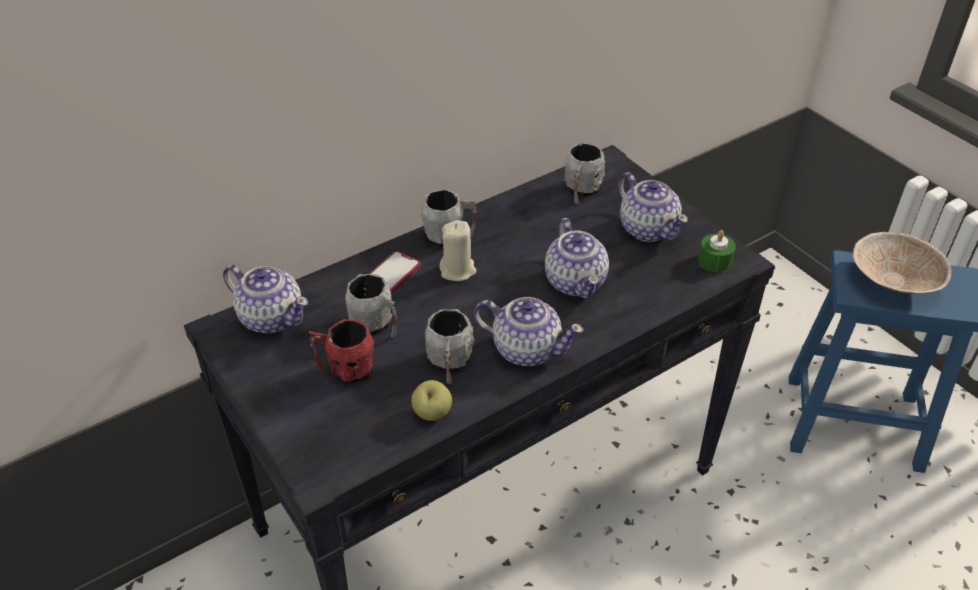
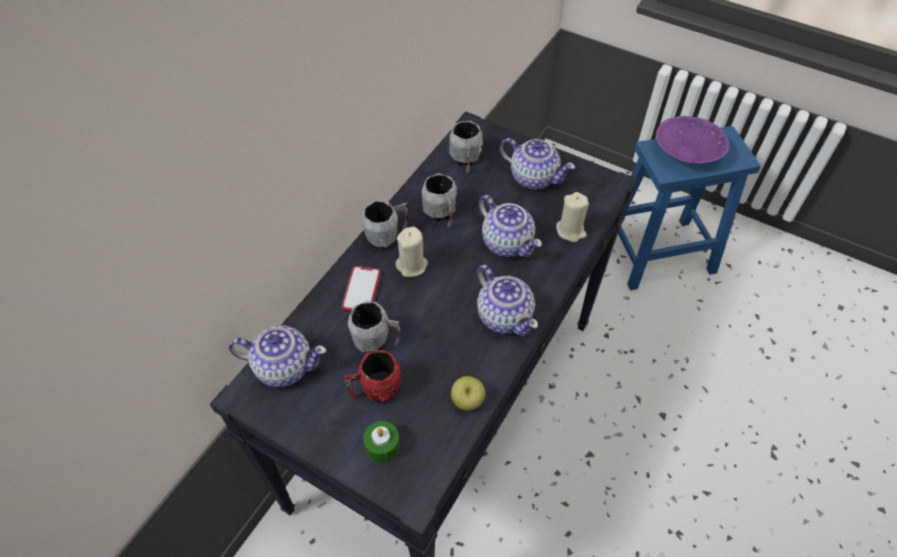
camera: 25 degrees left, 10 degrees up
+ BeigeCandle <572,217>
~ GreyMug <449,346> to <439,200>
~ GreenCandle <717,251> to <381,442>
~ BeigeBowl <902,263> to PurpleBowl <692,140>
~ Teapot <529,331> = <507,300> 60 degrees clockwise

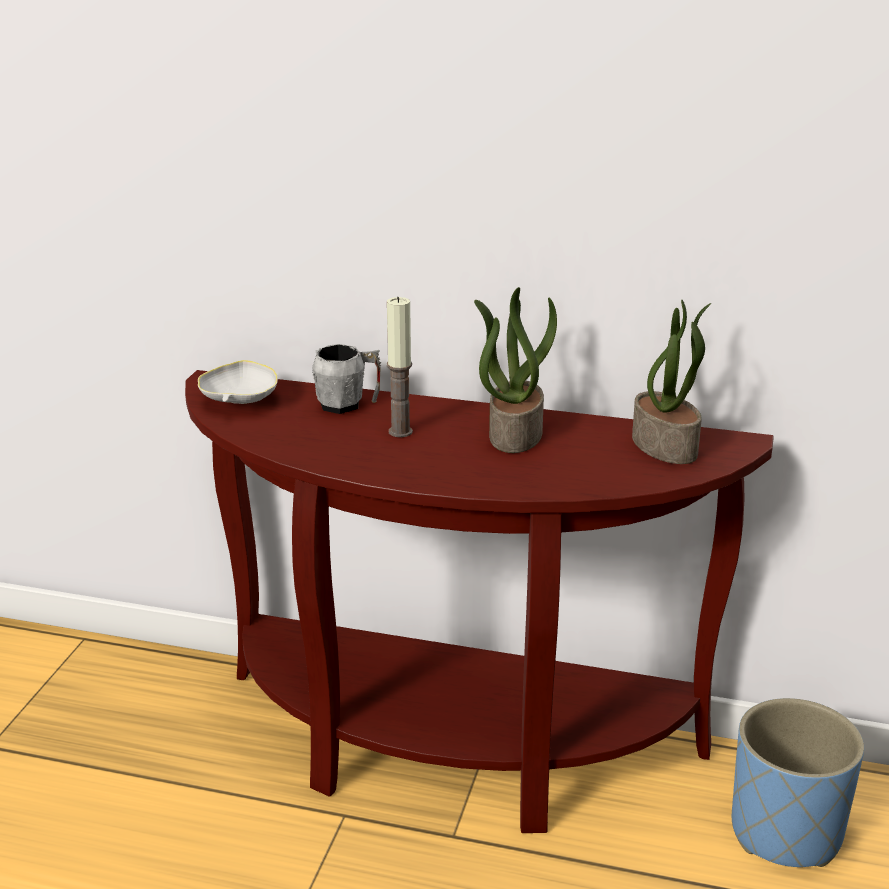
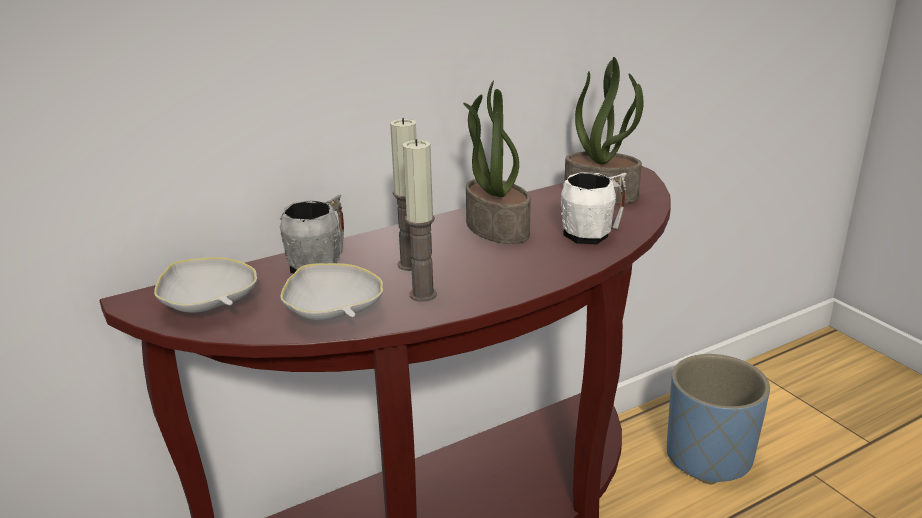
camera: 45 degrees left, 0 degrees up
+ WhiteBowl <332,291>
+ Candle <420,220>
+ WhiteMug <594,208>

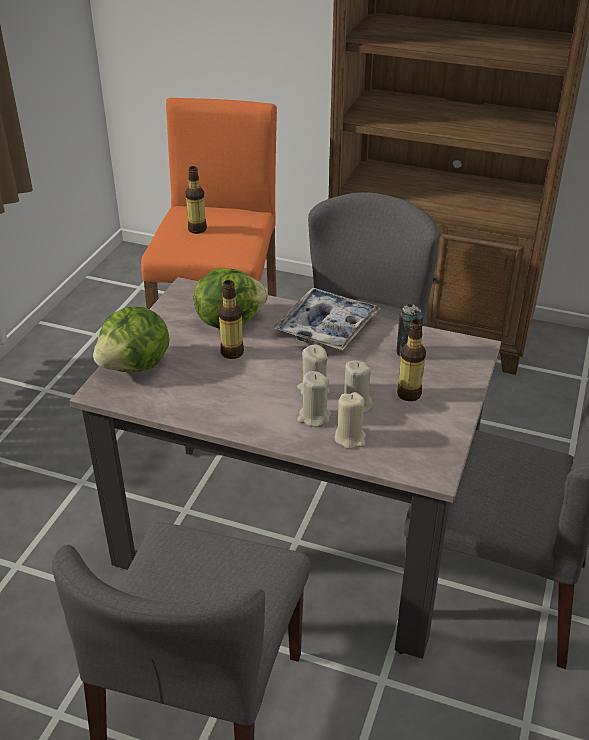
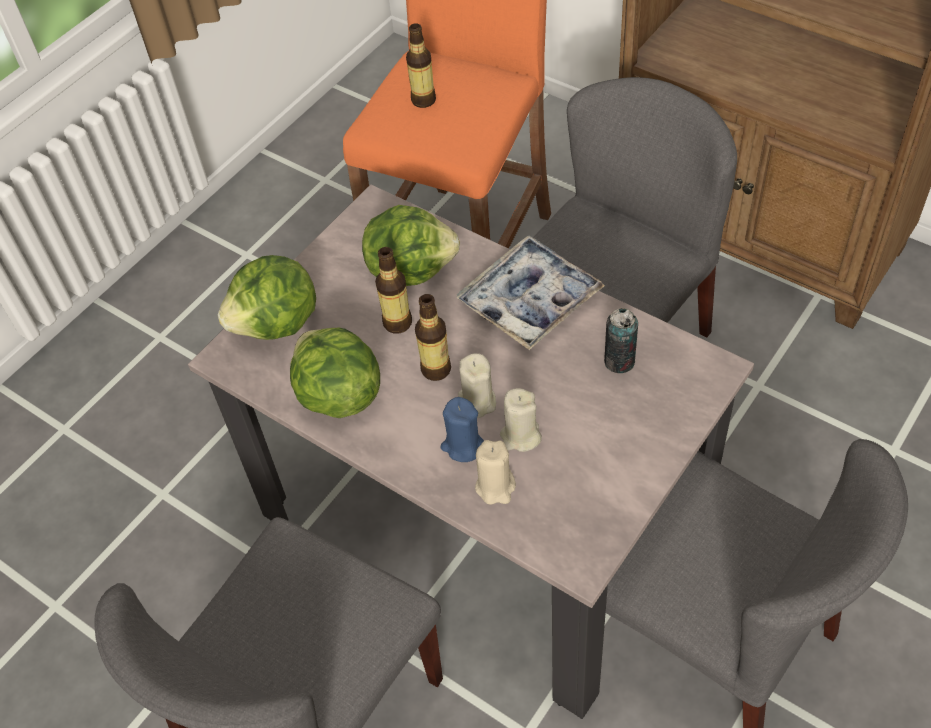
camera: 20 degrees right, 15 degrees up
+ Lettuce <335,373>
~ Bottle <411,360> to <433,337>
~ BeigeCandle <314,399> to BlueCandle <462,429>

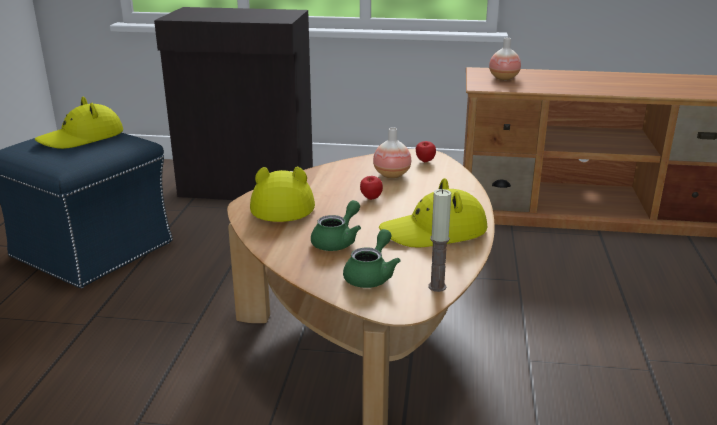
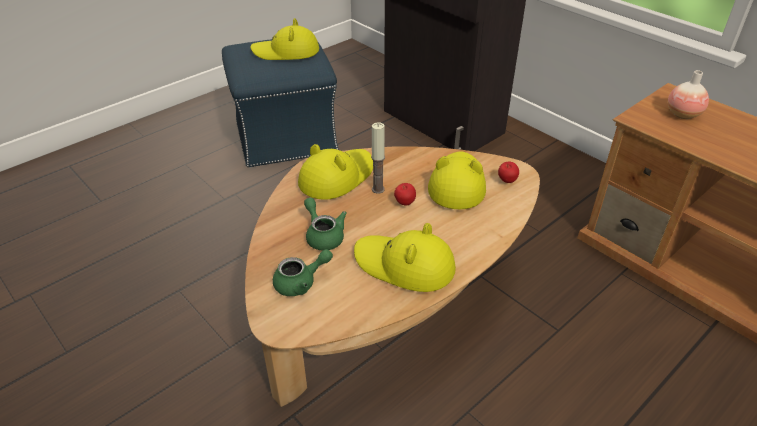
camera: 40 degrees right, 15 degrees up
~ Candle <439,240> to <378,158>
~ Vase <392,152> to YellowHat <457,180>
~ GreenTeapot <336,225> = <325,224> 105 degrees counterclockwise

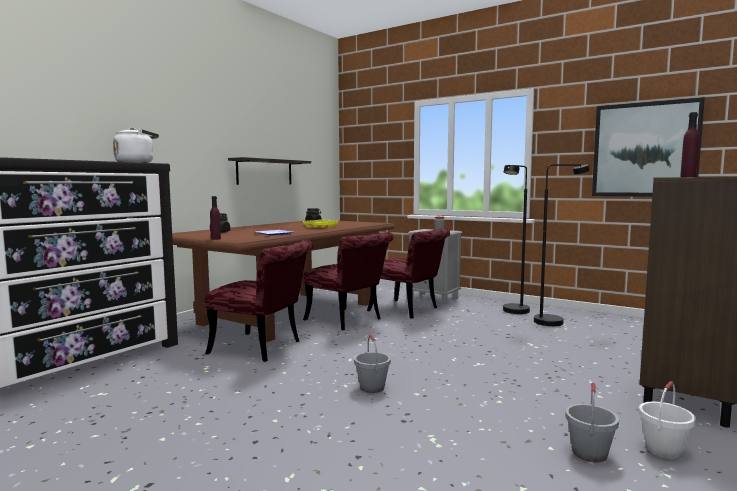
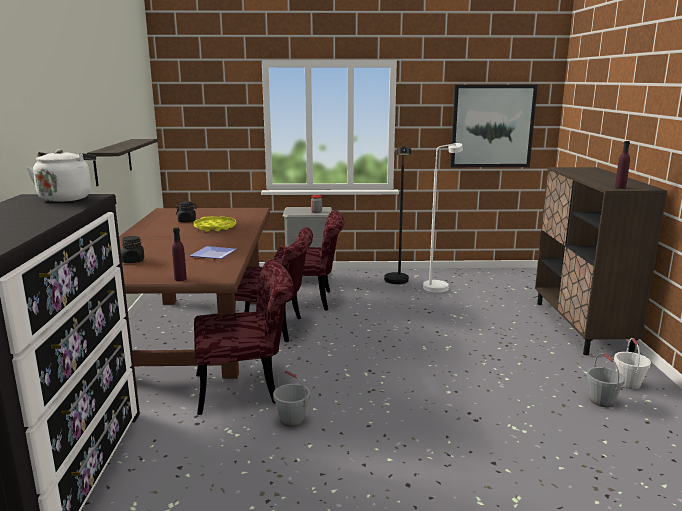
camera: 35 degrees left, 10 degrees up
~ GreyBucket <372,363> to <291,398>
~ BlackFloorLamp <562,245> to WhiteFloorLamp <443,218>

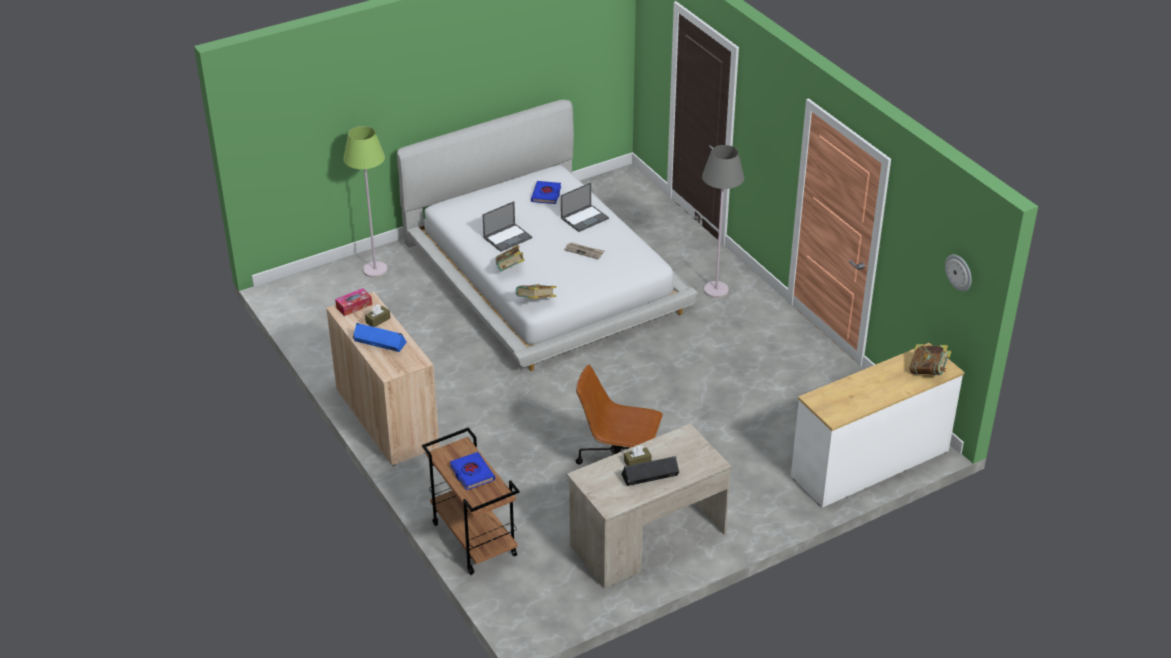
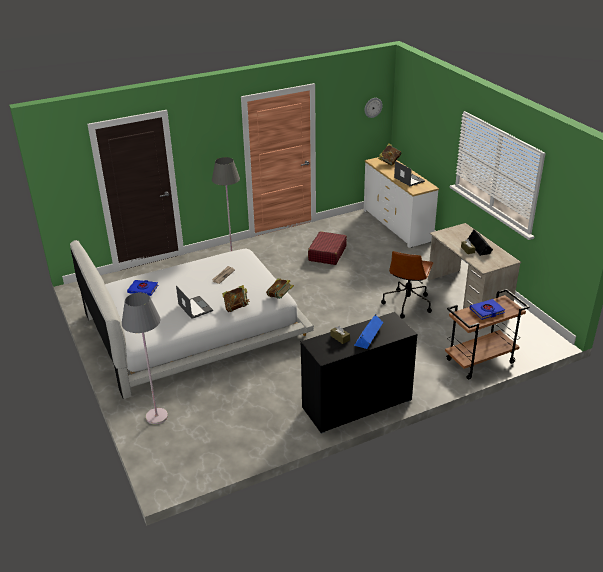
camera: 85 degrees left, 5 degrees down
- TissueBox <353,302>
+ RedSuitcase <327,248>
~ Laptop <585,207> to <409,173>
~ BeigeCabinet <383,379> to BlackCabinet <359,373>
~ GreenFloorLamp <365,202> to GreyFloorLamp <145,358>

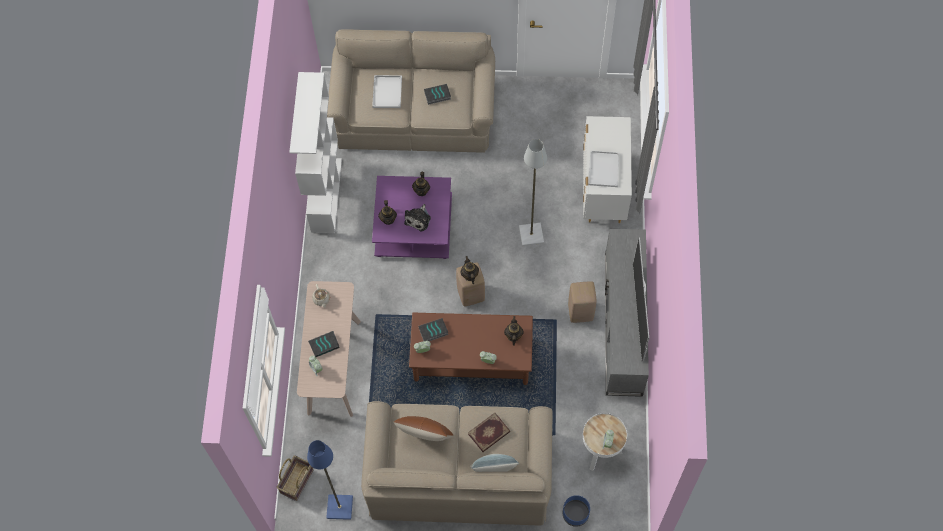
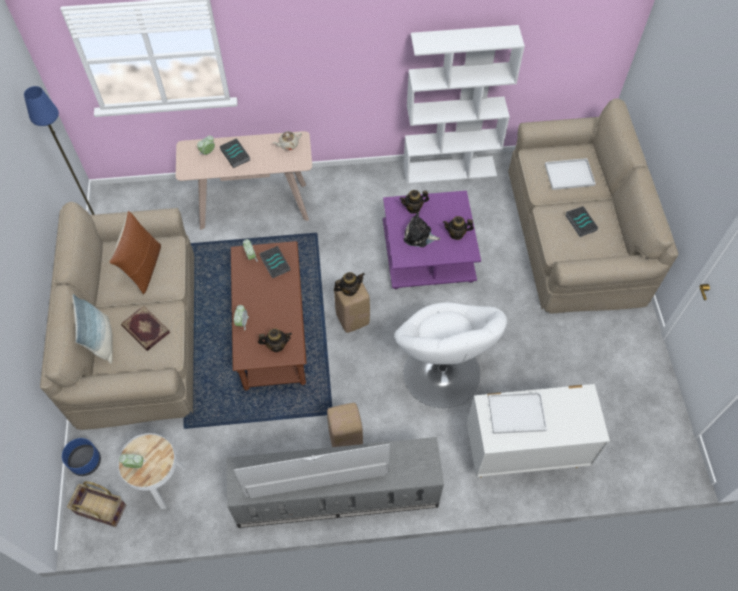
camera: 80 degrees right, 5 degrees down
~ Basket <294,478> to <96,504>
~ GreyFloorLamp <533,192> to WhiteArmchair <450,355>

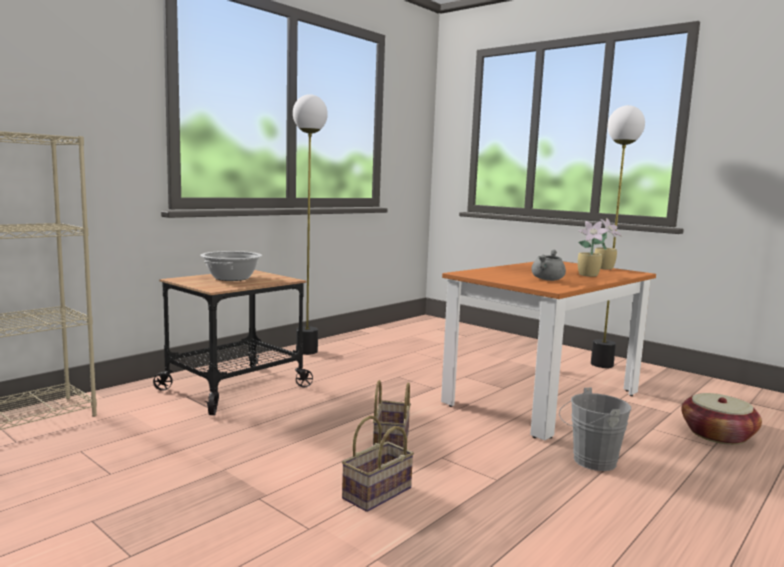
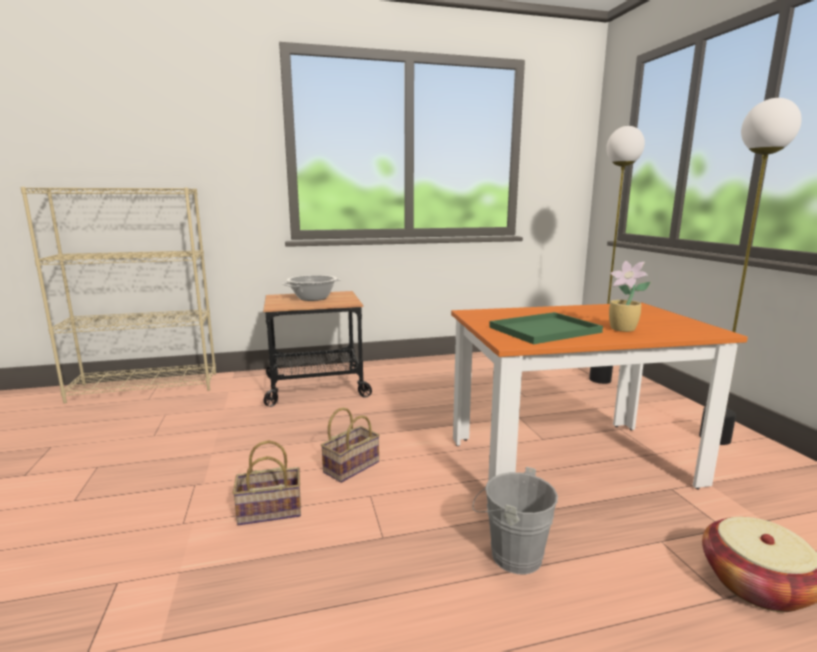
camera: 35 degrees right, 5 degrees up
- PottedPlant <608,244>
~ FloorLamp <310,224> to <617,255>
~ GreyCookingPot <548,265> to GreenTray <546,328>

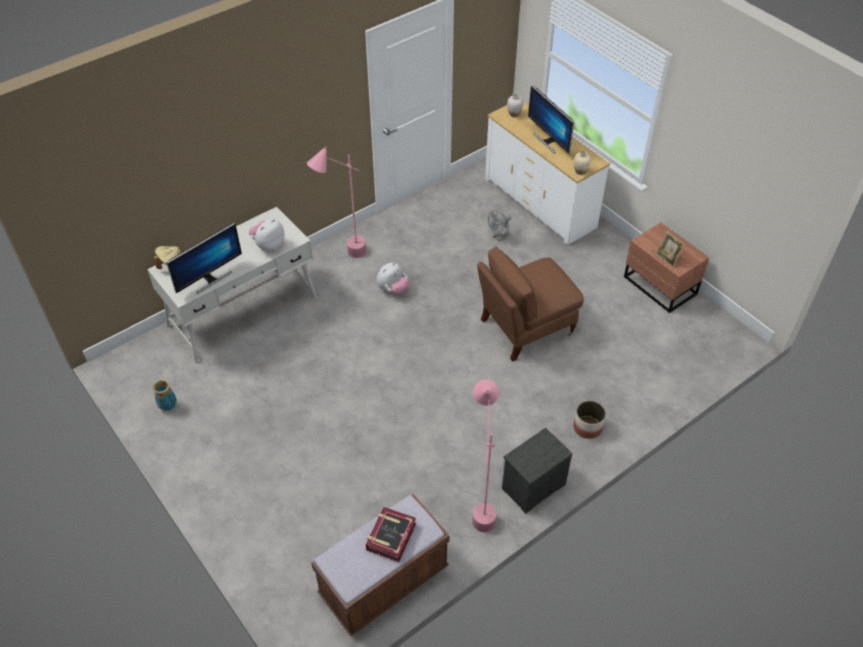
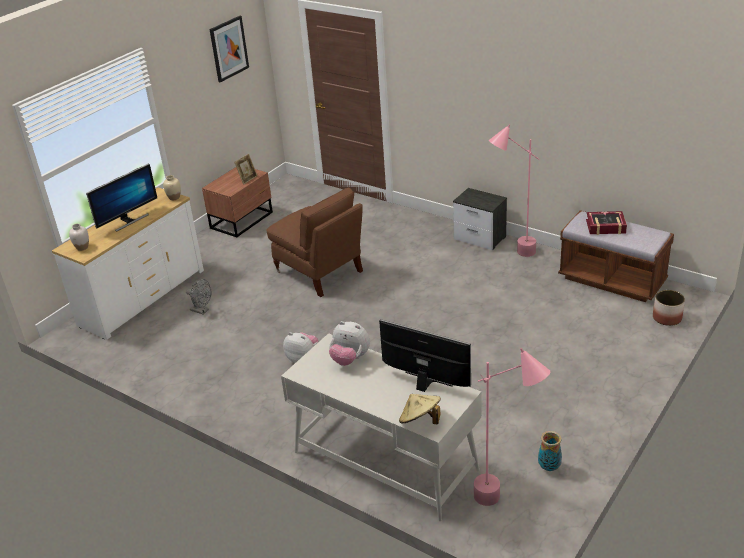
camera: 105 degrees left, 15 degrees down
+ Picture <229,49>
~ PinkFloorLamp <336,202> to <512,427>
~ Planter <589,420> to <669,308>

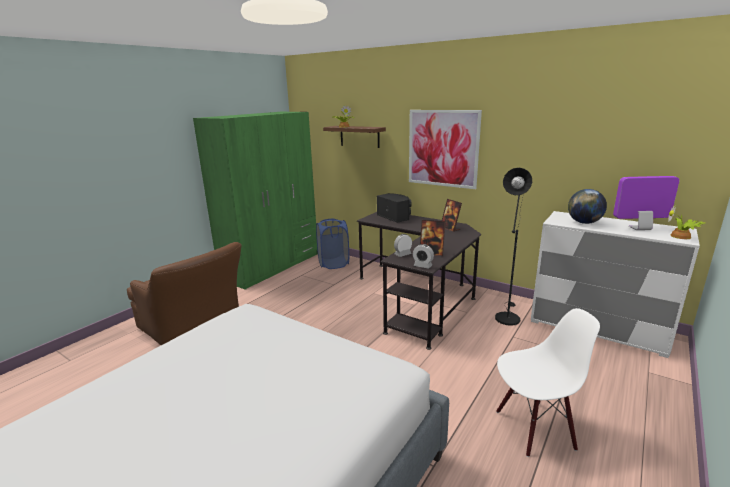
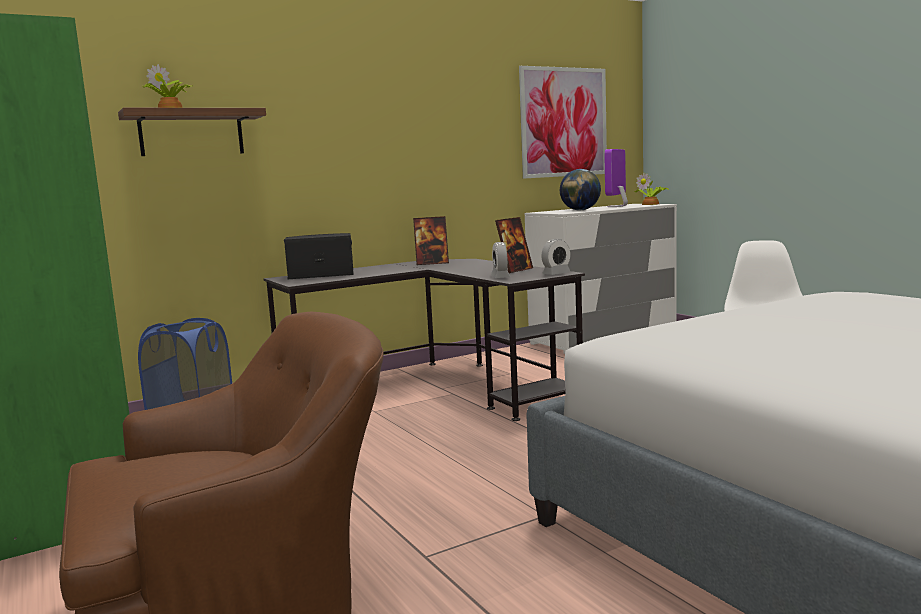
camera: 65 degrees left, 10 degrees down
- BlackFloorLamp <513,247>
~ Picture <445,149> to <563,122>

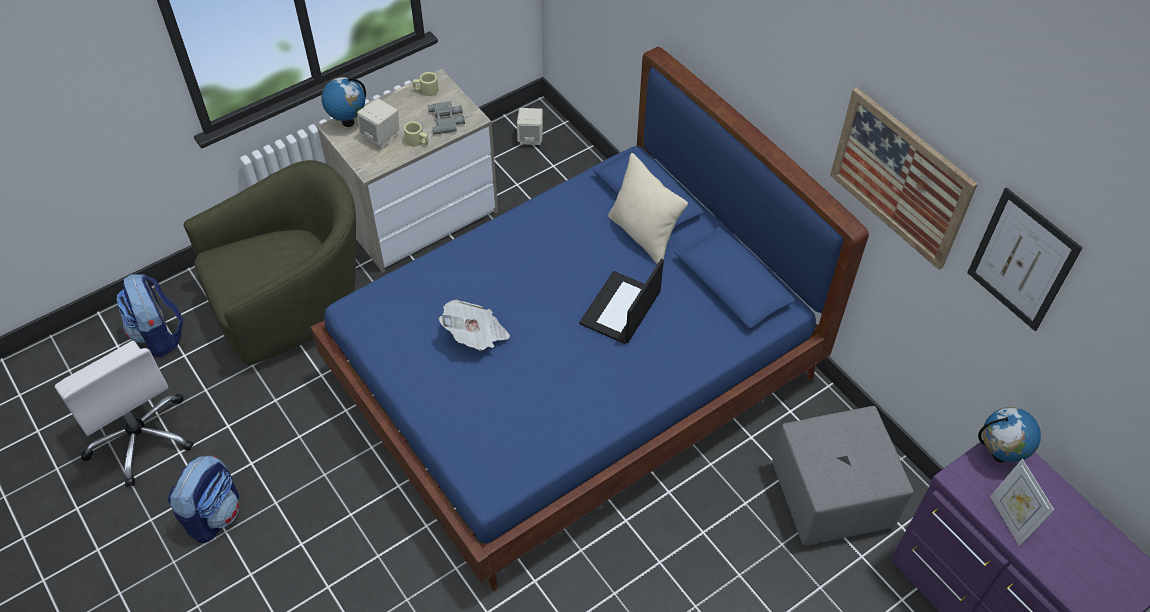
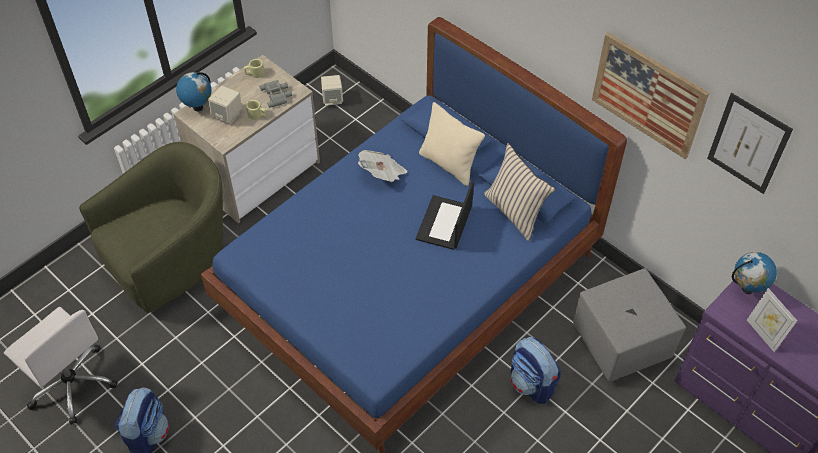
camera: 10 degrees left, 0 degrees up
+ BeigePillow <519,192>
~ Backpack <150,315> to <536,370>
~ Newspaper <474,325> to <382,166>

